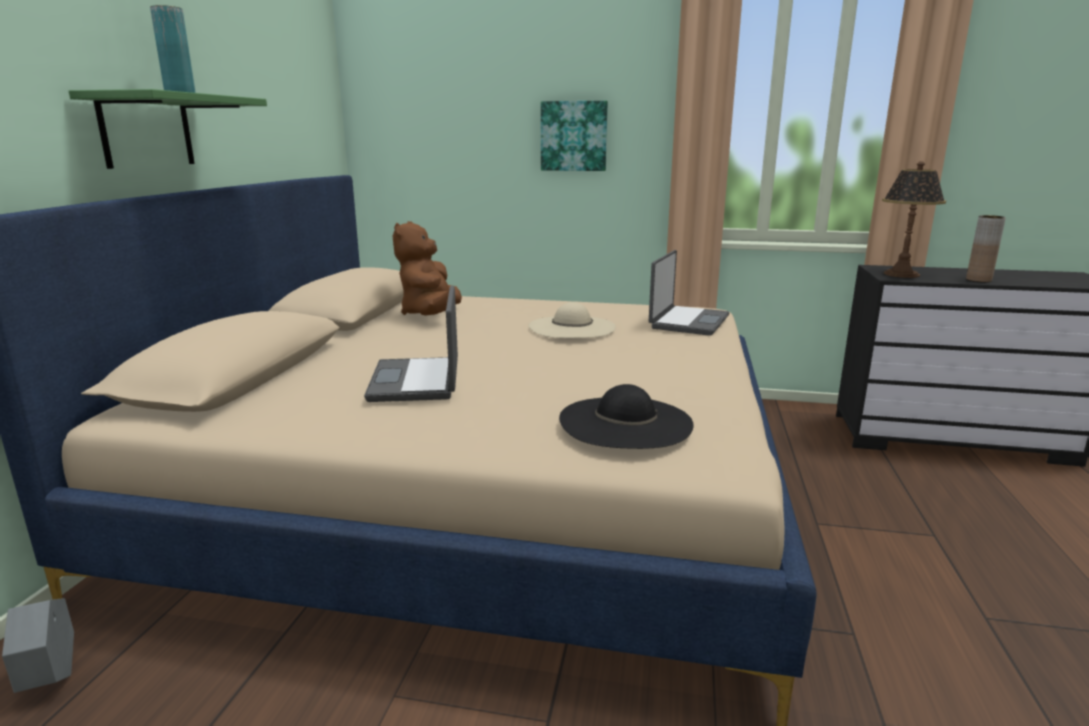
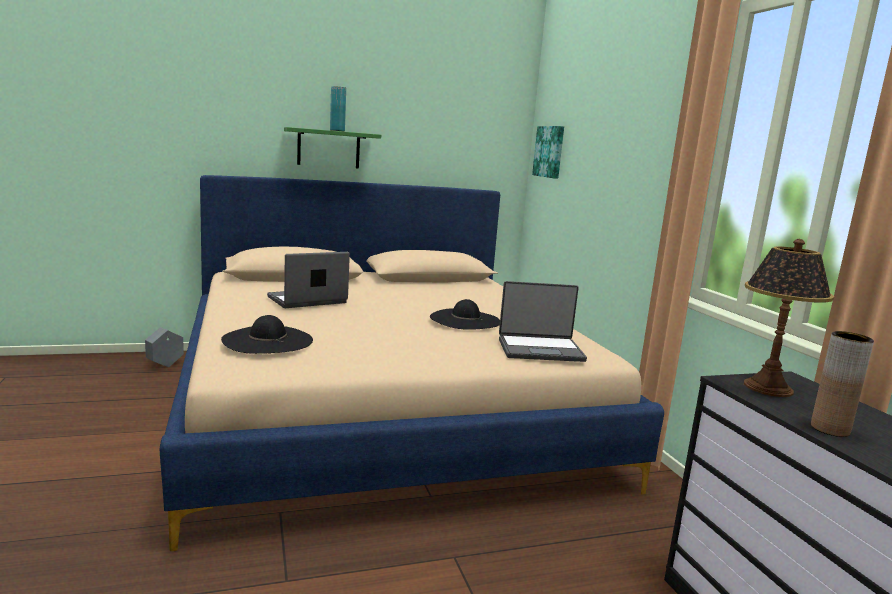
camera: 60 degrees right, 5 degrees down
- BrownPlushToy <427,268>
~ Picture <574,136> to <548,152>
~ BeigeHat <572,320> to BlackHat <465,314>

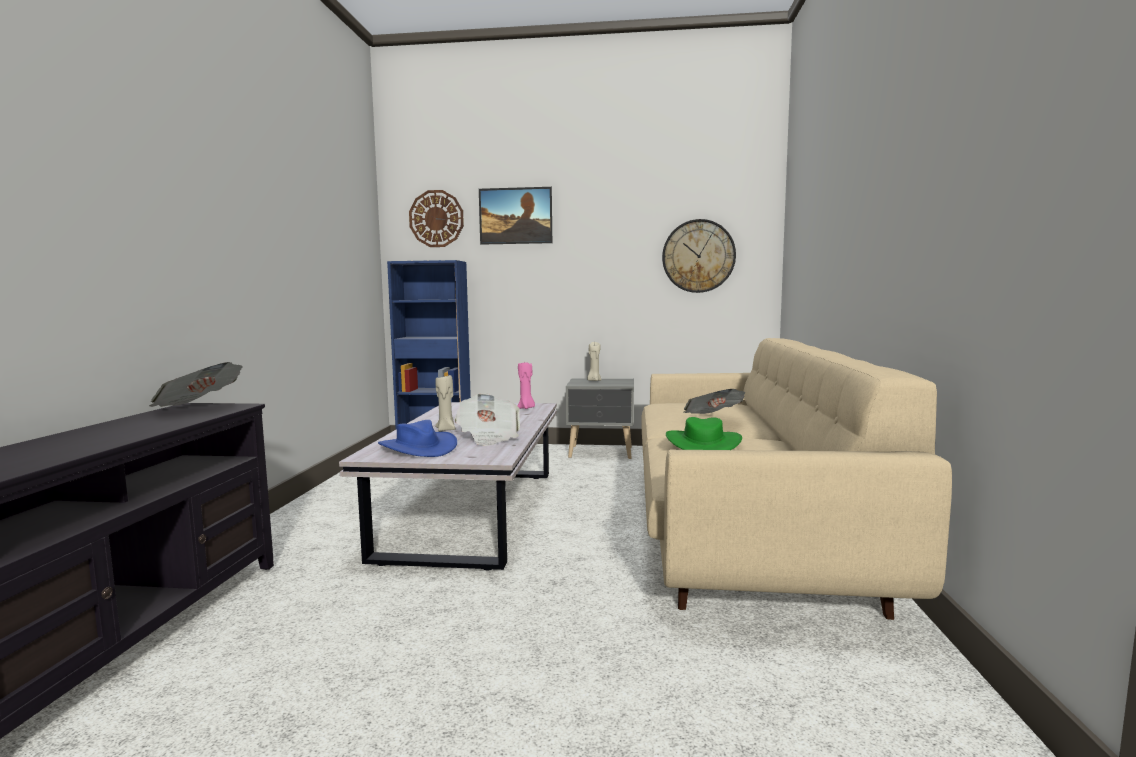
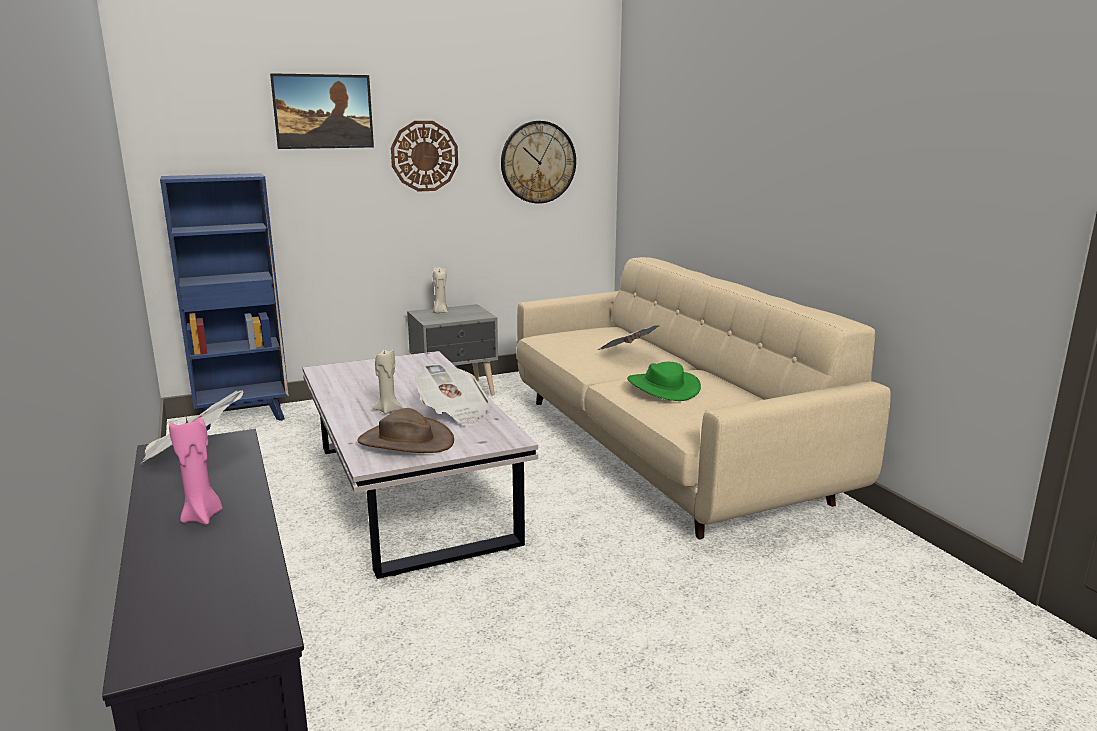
camera: 30 degrees left, 10 degrees up
~ WallClock <436,218> to <424,156>
~ PinkCandle <526,385> to <196,471>
~ BlueHat <417,438> to BrownHat <405,430>

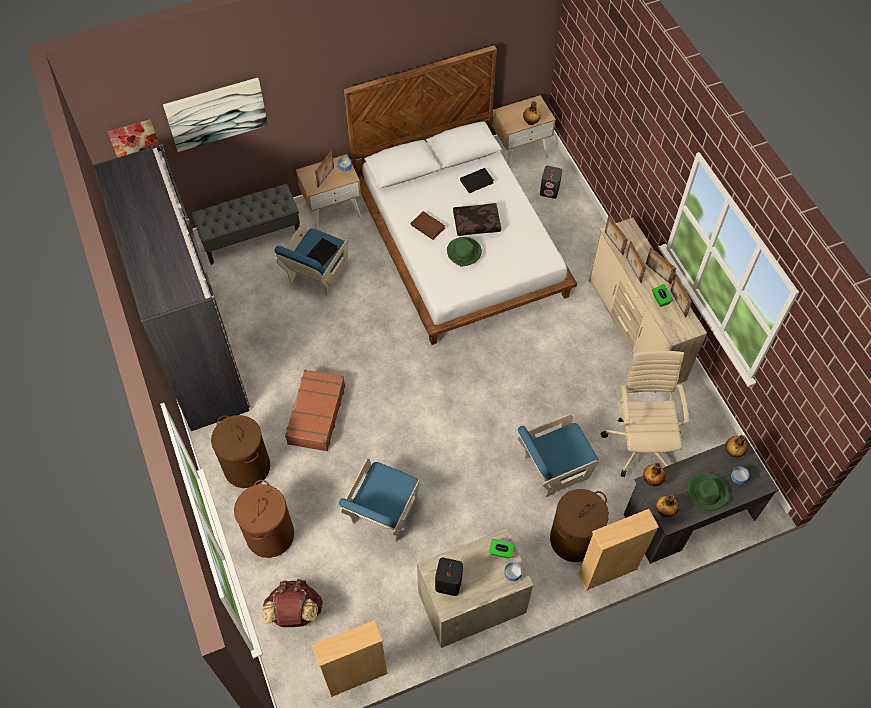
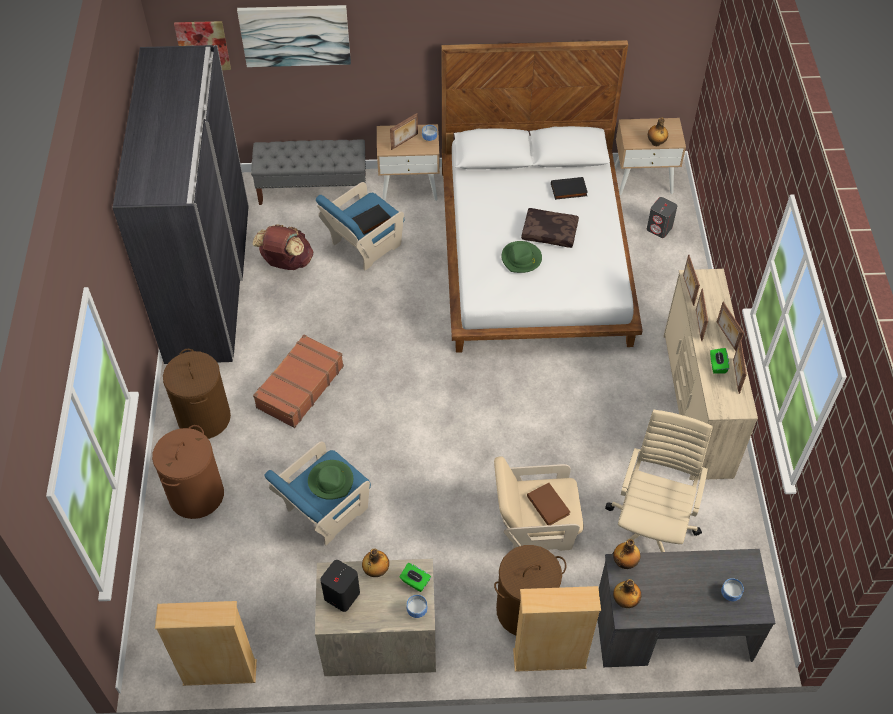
camera: 20 degrees right, 5 degrees down
~ BrownBackpack <292,603> to <283,247>
~ BrownBook <428,225> to <548,504>
~ GreenHat <708,492> to <330,480>
~ Bottle <736,446> to <375,562>
~ BlueArmchair <558,455> to BeigeArmchair <539,503>

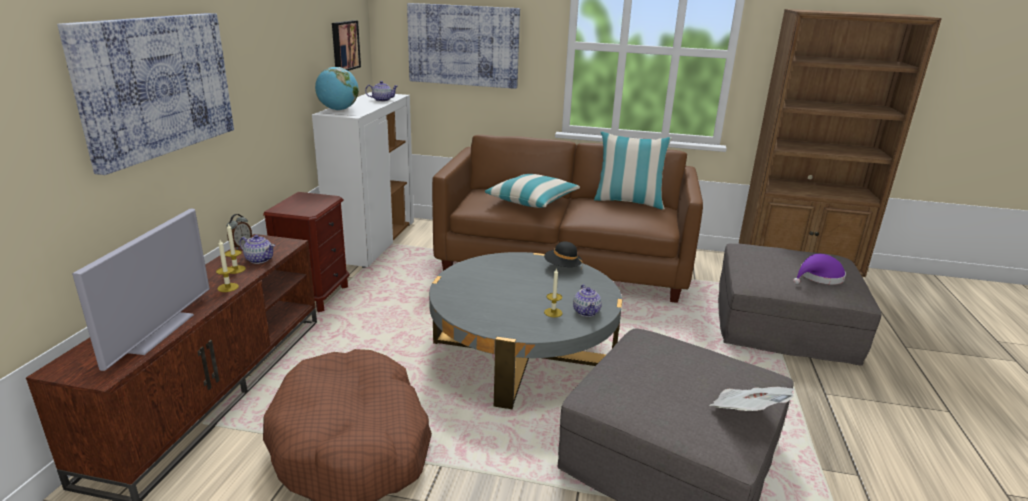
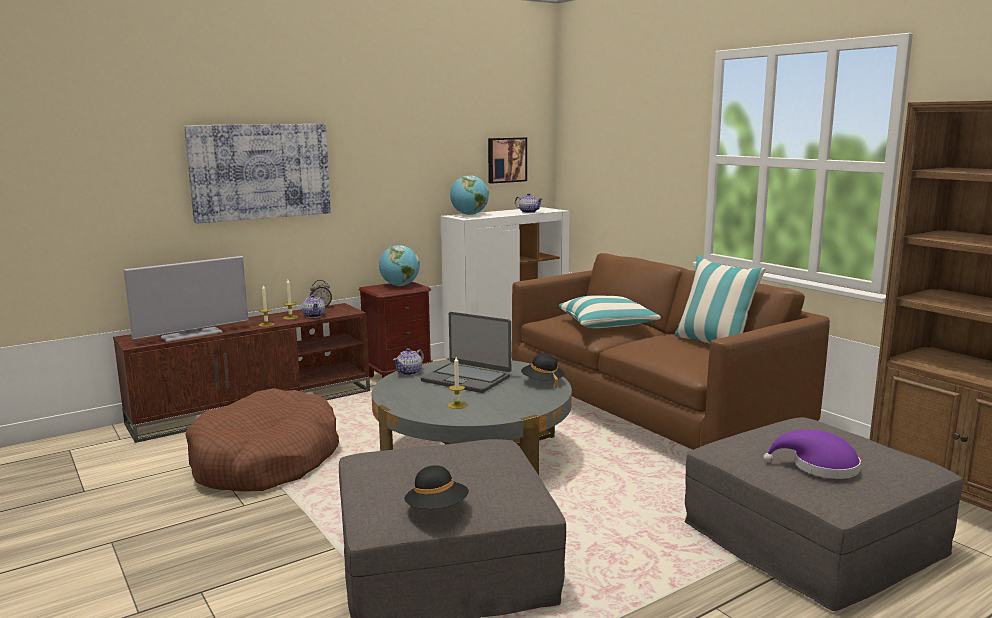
camera: 45 degrees right, 10 degrees down
- Picture <463,46>
+ Globe <399,265>
+ Laptop <466,352>
~ Teapot <587,300> to <408,362>
~ Newspaper <751,399> to BlackHat <437,487>

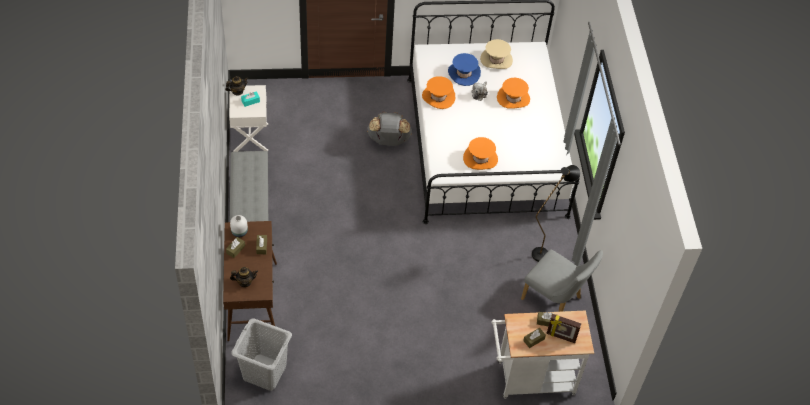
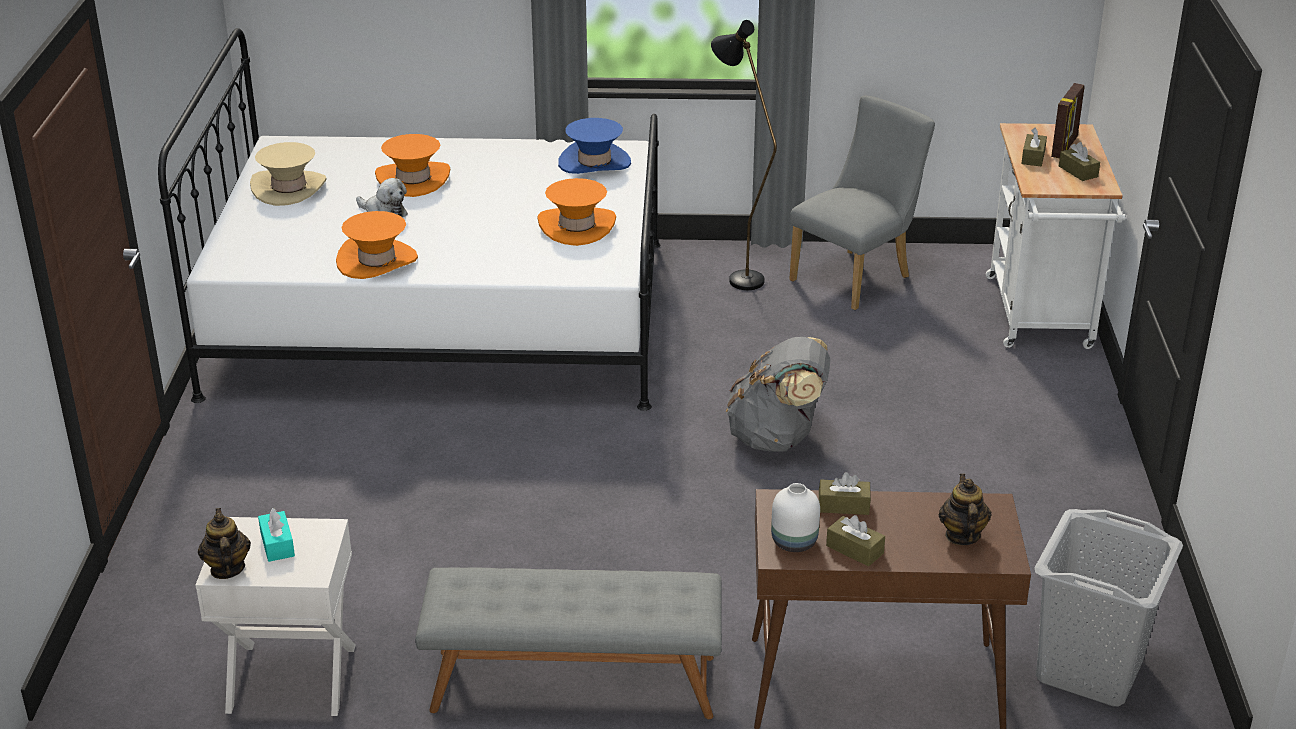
camera: 80 degrees left, 20 degrees down
~ GreyBackpack <389,129> to <778,394>
~ BlueHat <464,69> to <594,146>

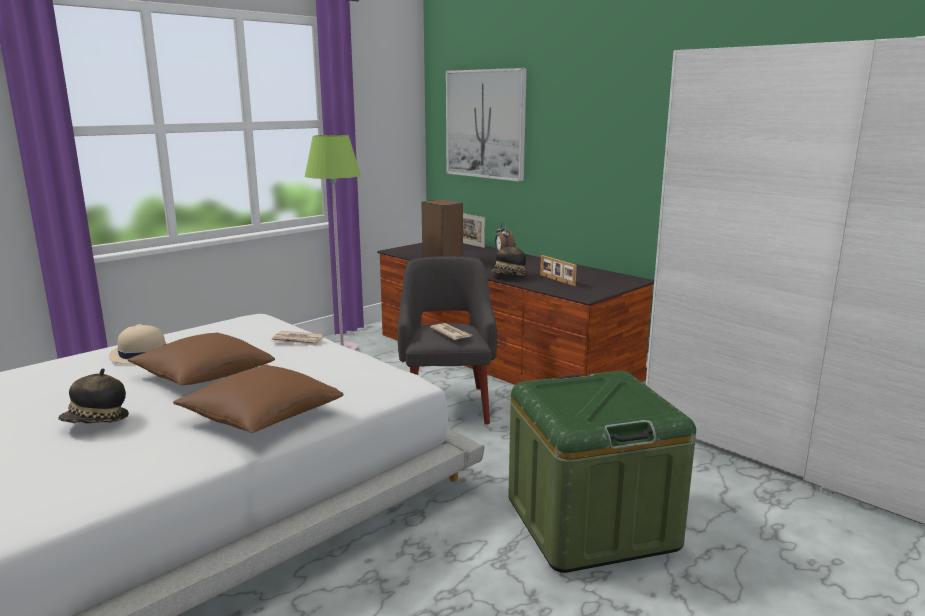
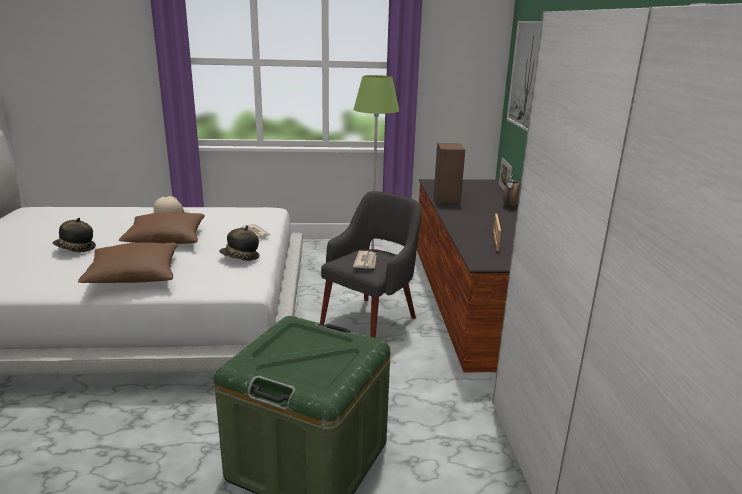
camera: 40 degrees right, 5 degrees up
~ Hat <509,259> to <239,243>

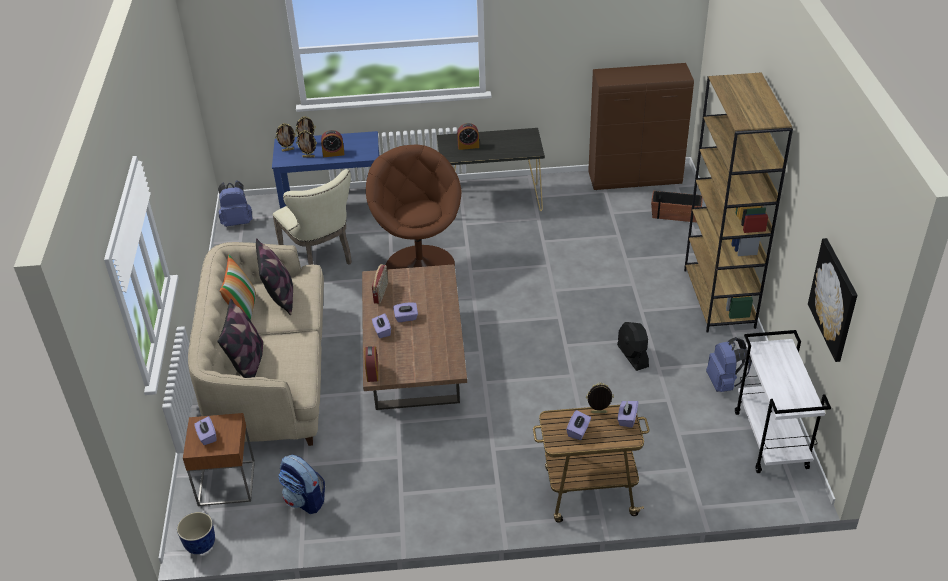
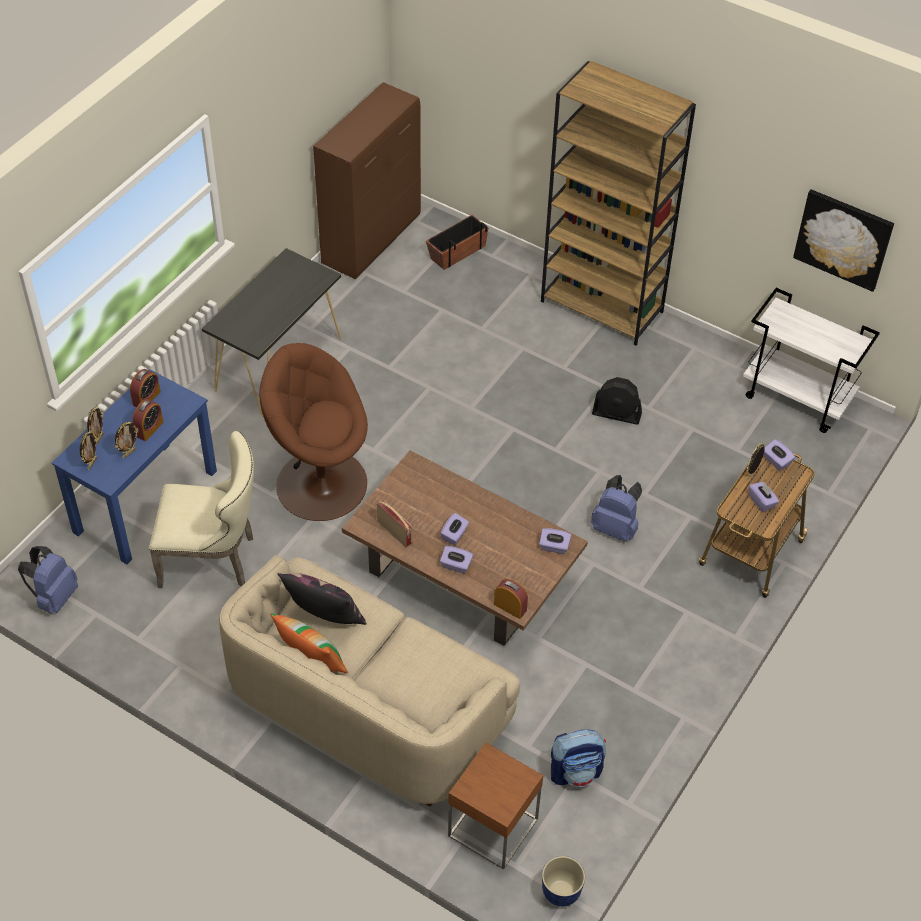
camera: 55 degrees left, 10 degrees up
- Pillow <240,338>
~ PurpleTissueBox <205,430> to <555,541>
~ AlarmClock <468,136> to <145,388>
~ BlueBackpack <729,364> to <616,508>

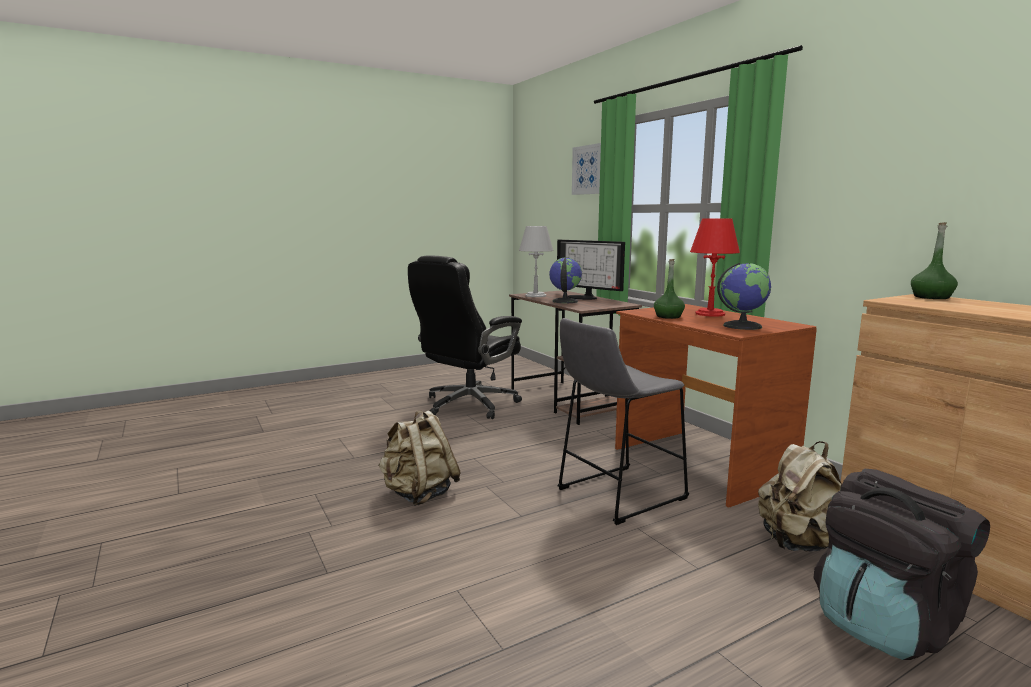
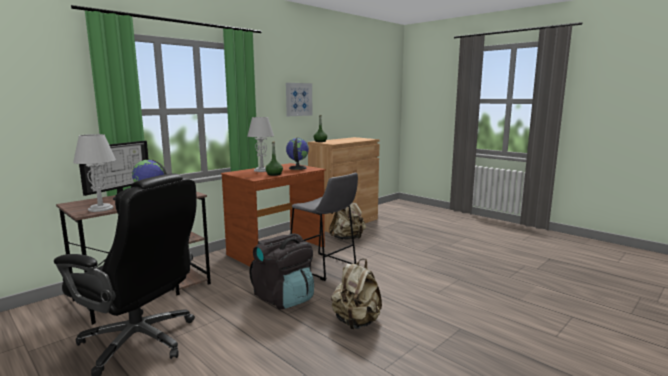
camera: 105 degrees left, 0 degrees up
~ Picture <586,169> to <299,99>
~ BlackBackpack <902,564> to <282,272>
~ RedTableLamp <715,267> to GreyTableLamp <260,144>

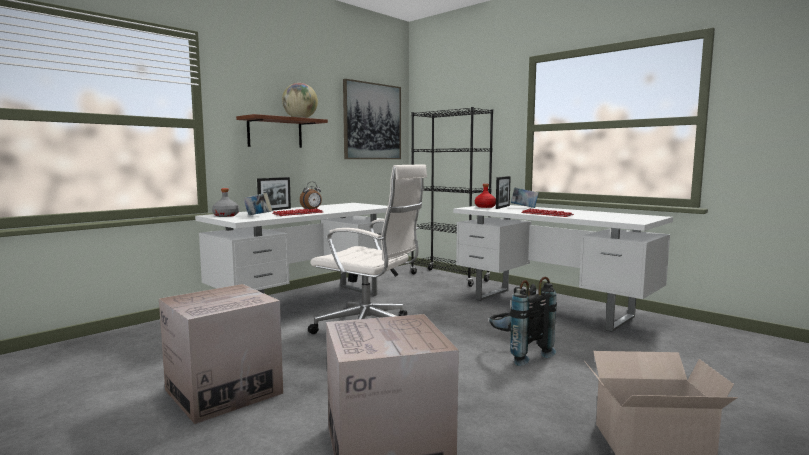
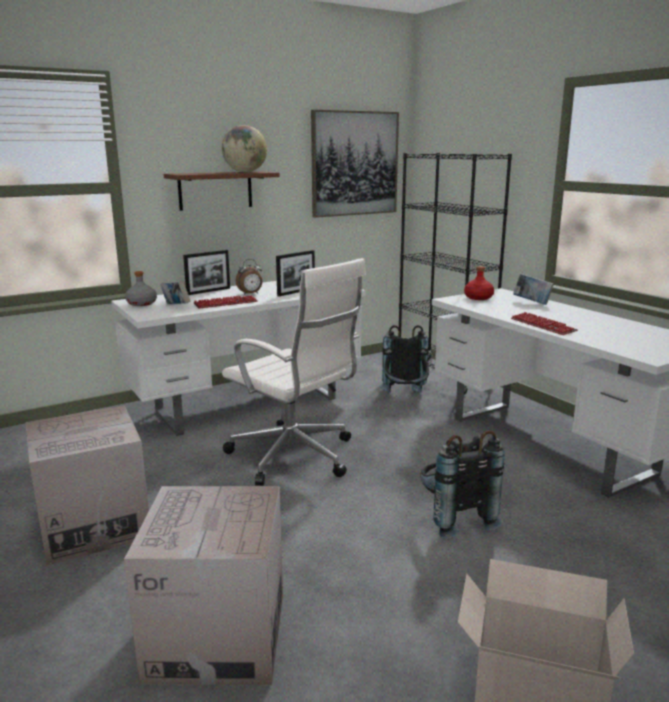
camera: 15 degrees right, 10 degrees up
+ BlackBackpack <404,359>
~ PictureFrame <503,192> to <295,273>

